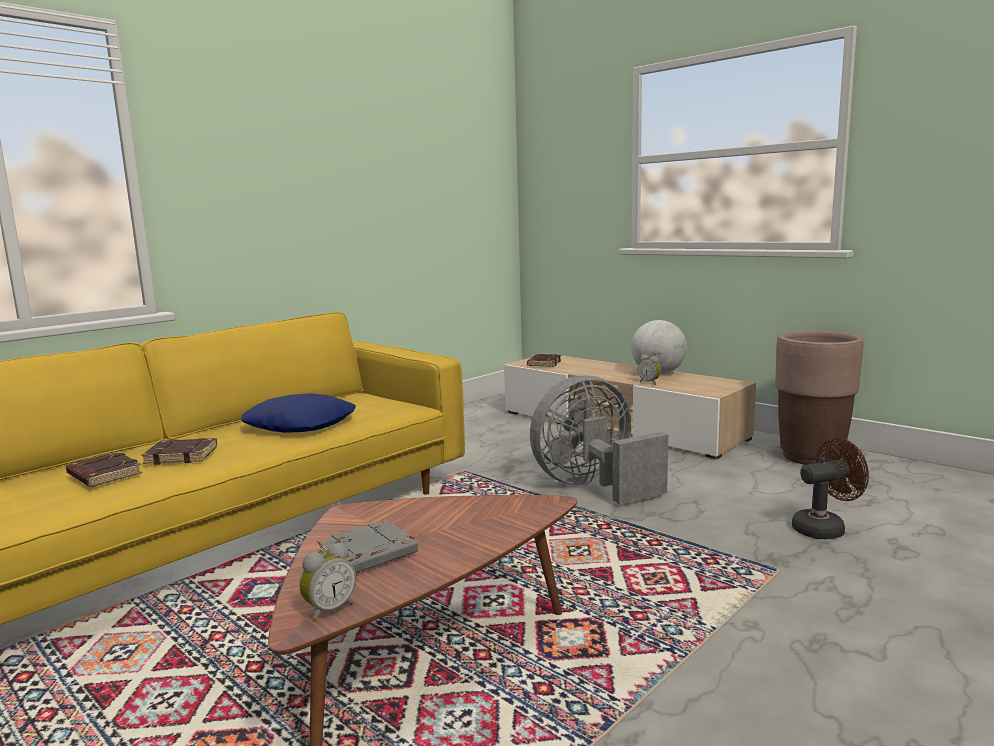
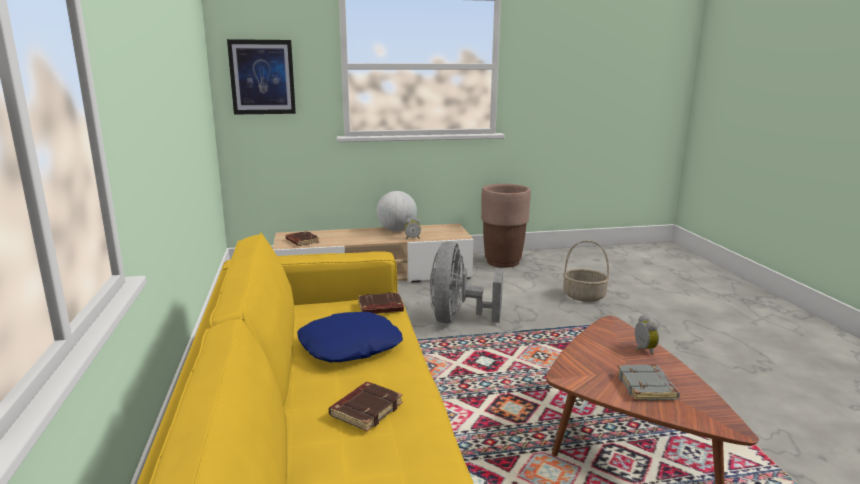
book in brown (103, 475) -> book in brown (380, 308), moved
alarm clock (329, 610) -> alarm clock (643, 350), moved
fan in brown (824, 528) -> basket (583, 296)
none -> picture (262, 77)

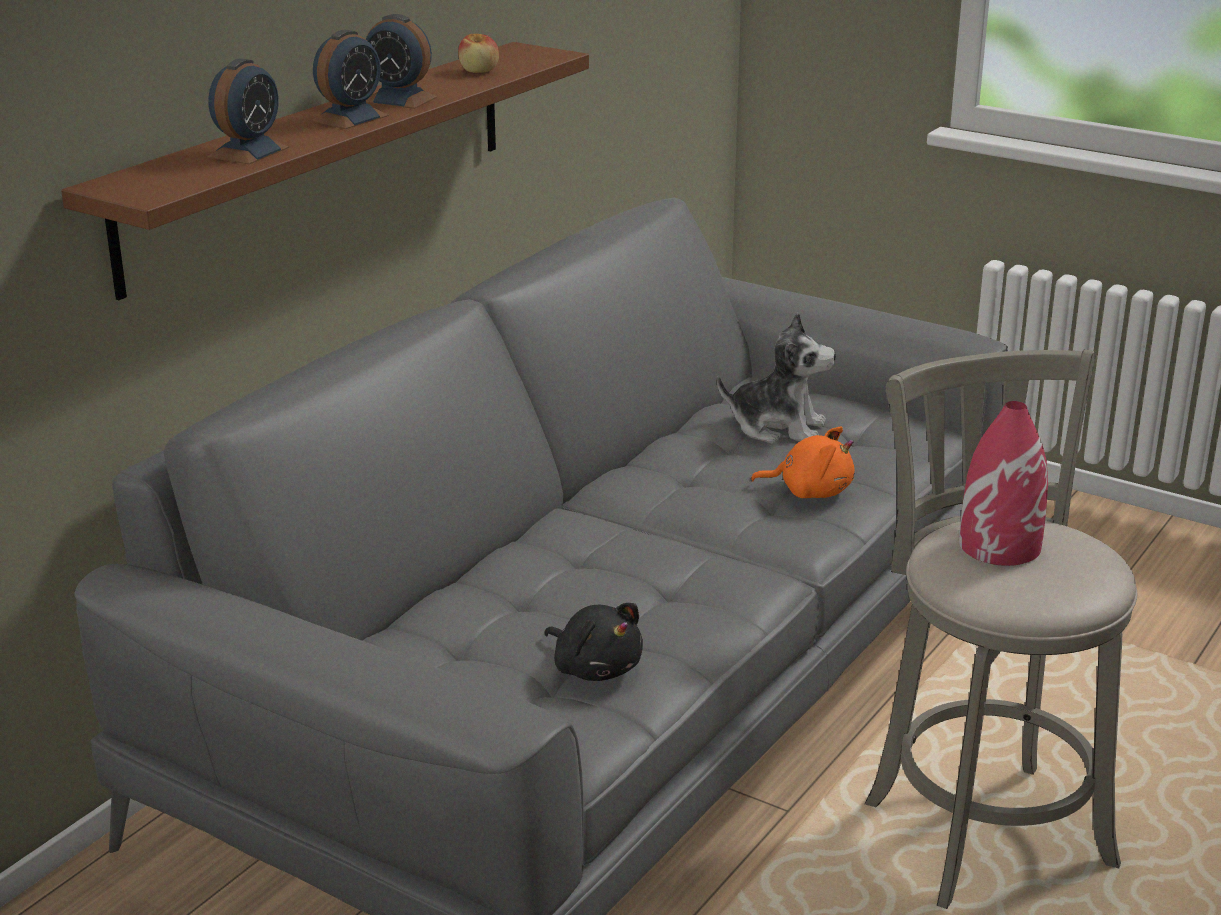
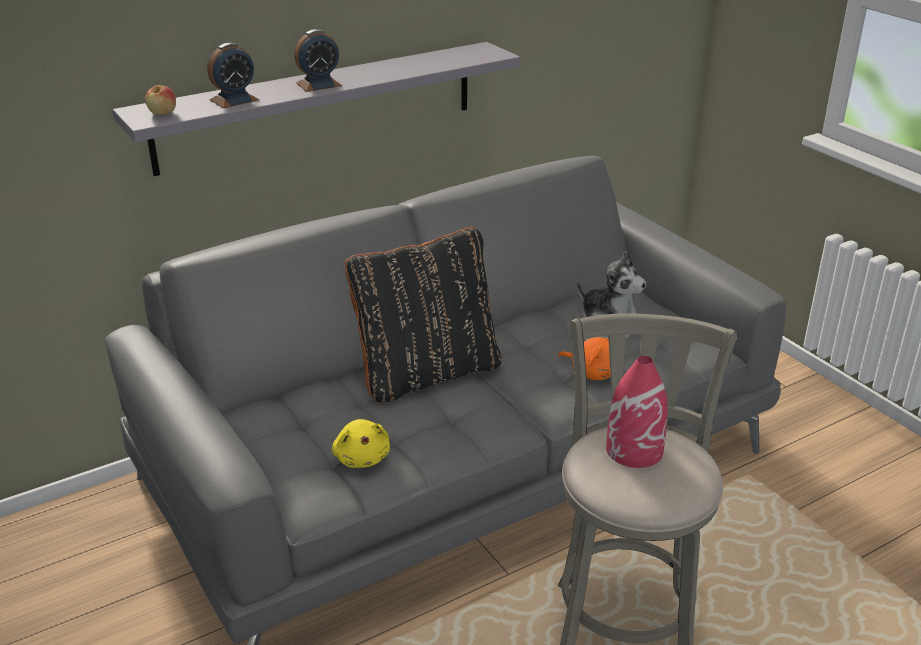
shelf in brown (322, 160) -> shelf in grey (318, 106)
alarm clock (400, 100) -> none
apple (479, 71) -> apple (162, 113), moved
plush toy in black (595, 668) -> plush toy in yellow (362, 457)
none -> pillow in black (427, 372)

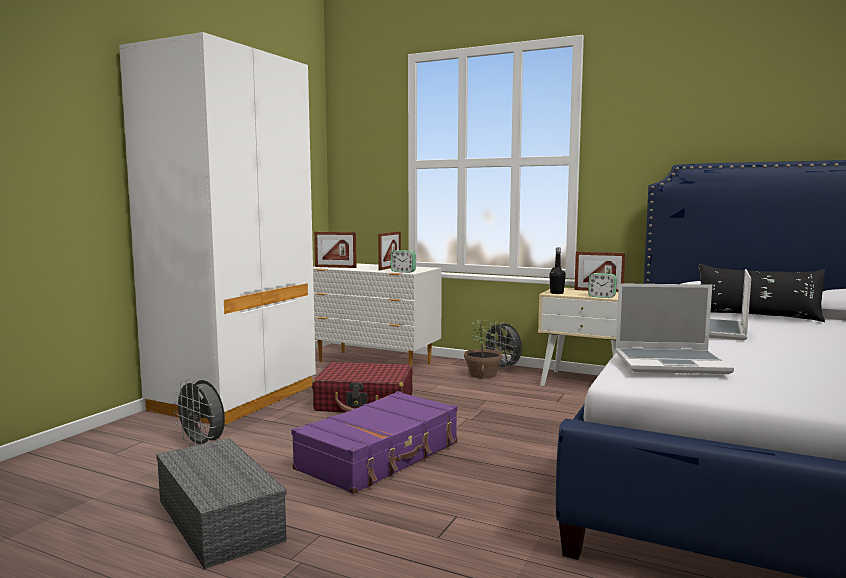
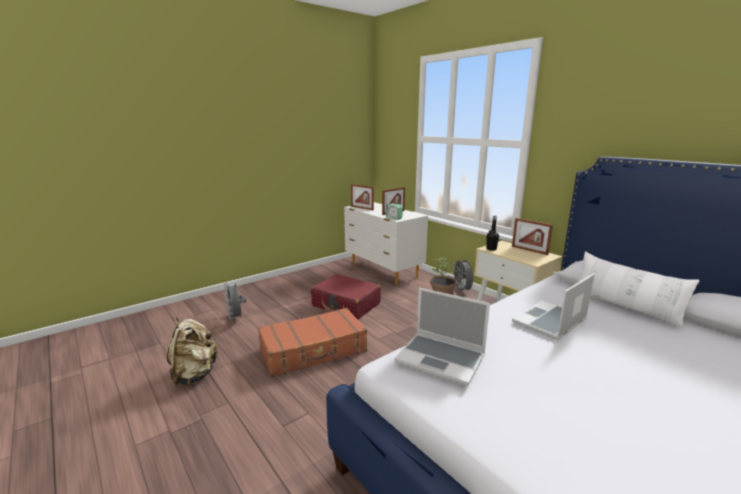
wardrobe in white (235, 398) -> none
storage box in grey (216, 519) -> backpack in beige (194, 374)
suitcase in purple (380, 456) -> suitcase in brown (314, 351)
alarm clock (601, 296) -> none
pillow in black (756, 316) -> pillow in white (624, 307)

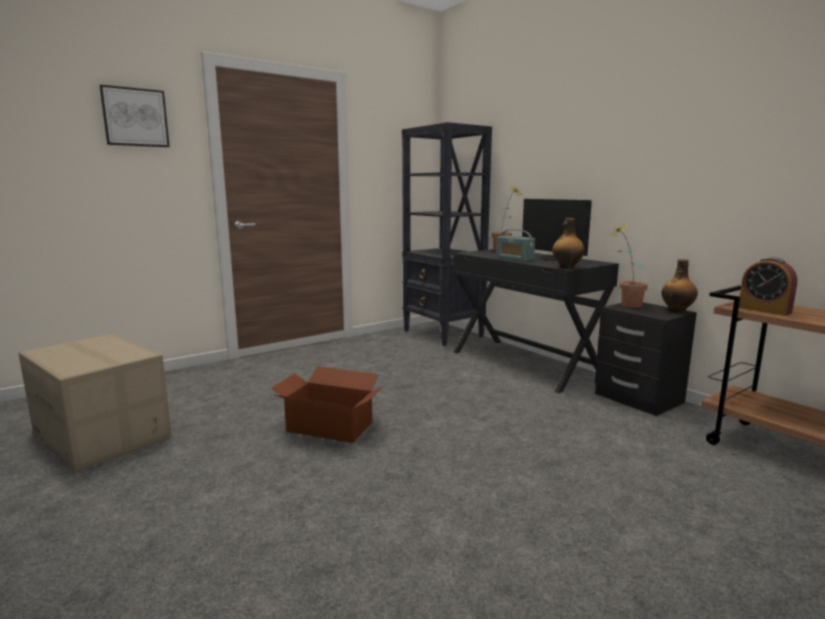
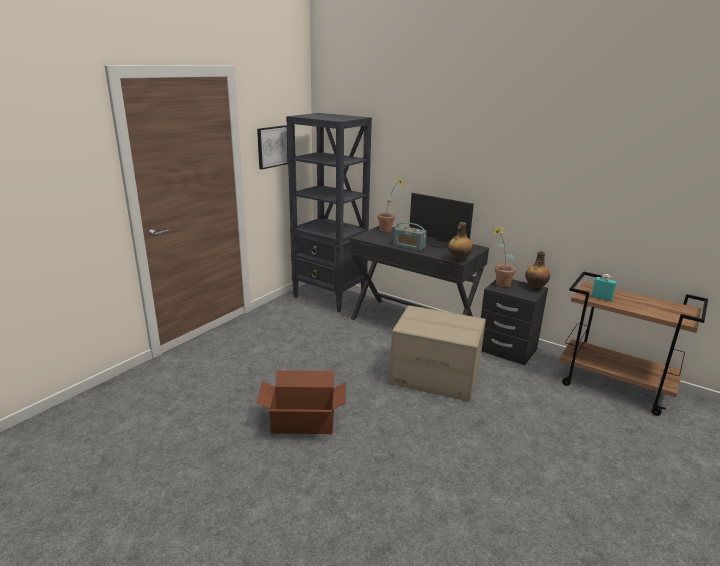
cardboard box (103, 434) -> cardboard box (435, 376), moved
picture (135, 117) -> picture (272, 146), moved
alarm clock (764, 310) -> bottle in turquoise (601, 298)

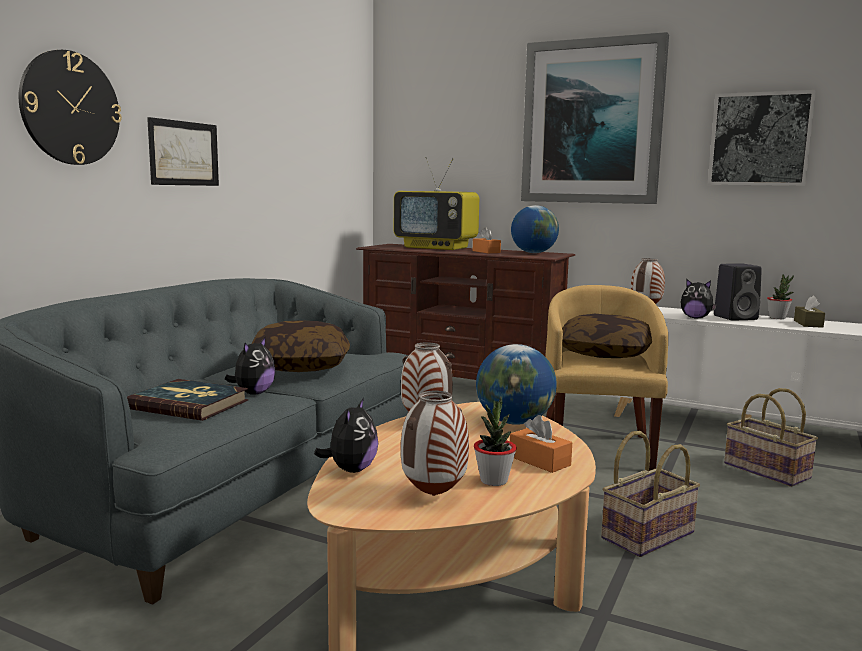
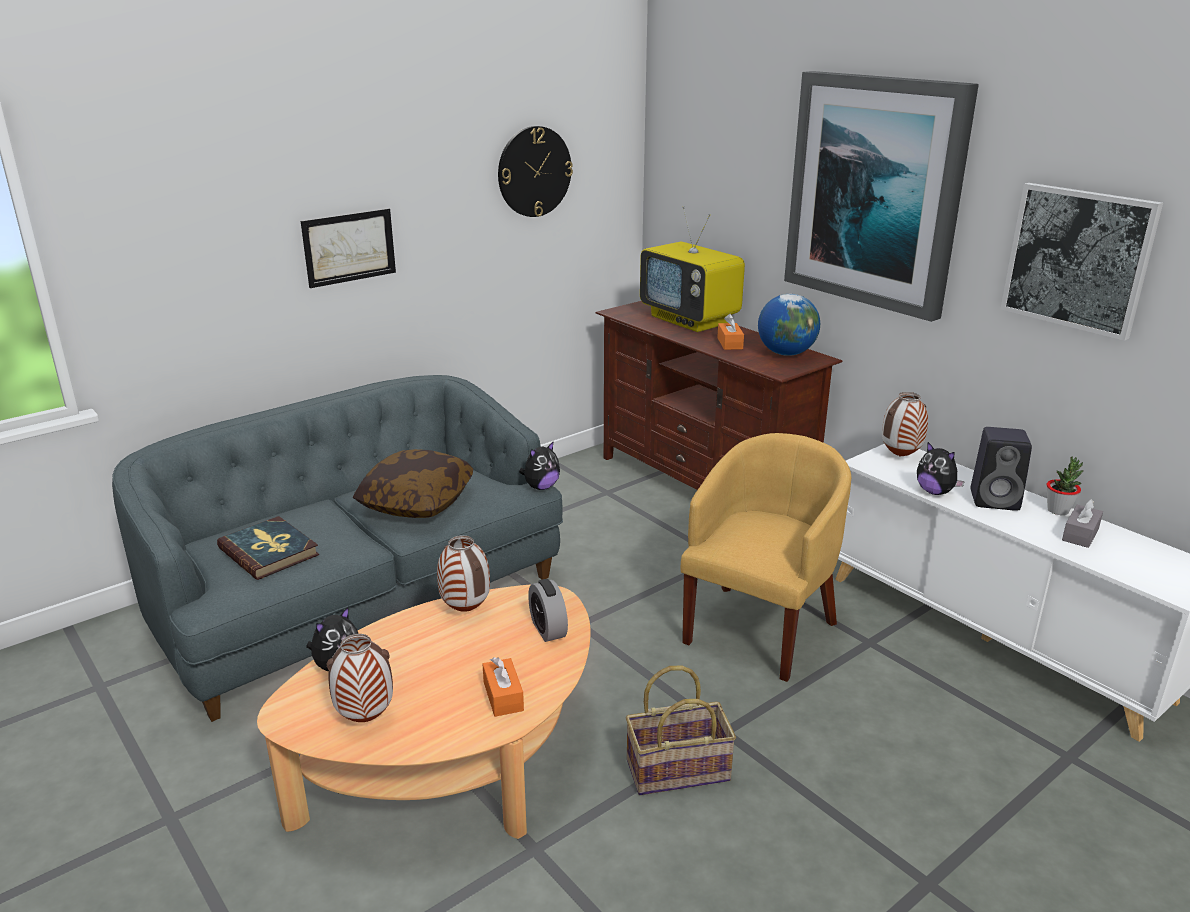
wall clock (70, 108) -> wall clock (534, 171), moved
plush toy (253, 393) -> plush toy (541, 487), moved
potted plant (493, 480) -> none
globe (514, 422) -> alarm clock (548, 629)
pillow (605, 353) -> none
basket (765, 471) -> none
tissue box in brown (808, 324) -> tissue box in grey (1080, 534)

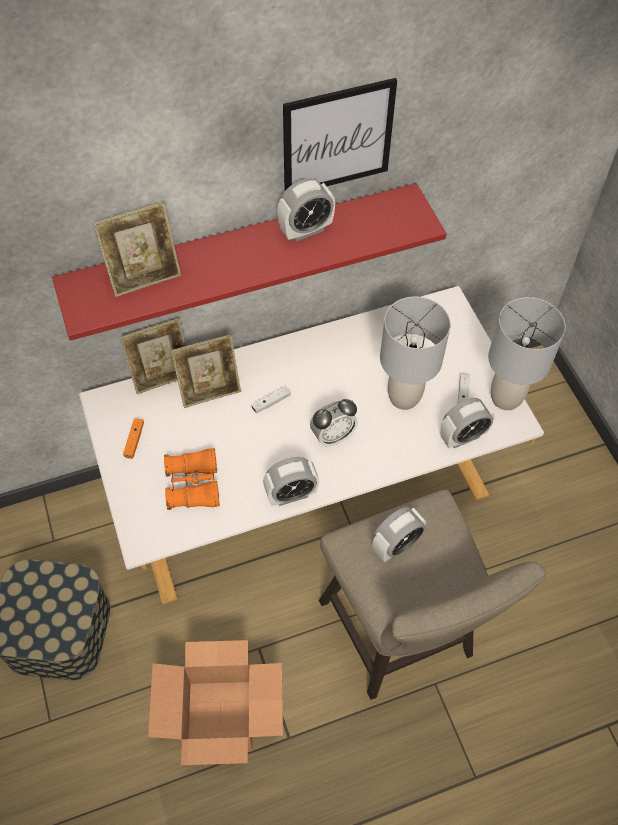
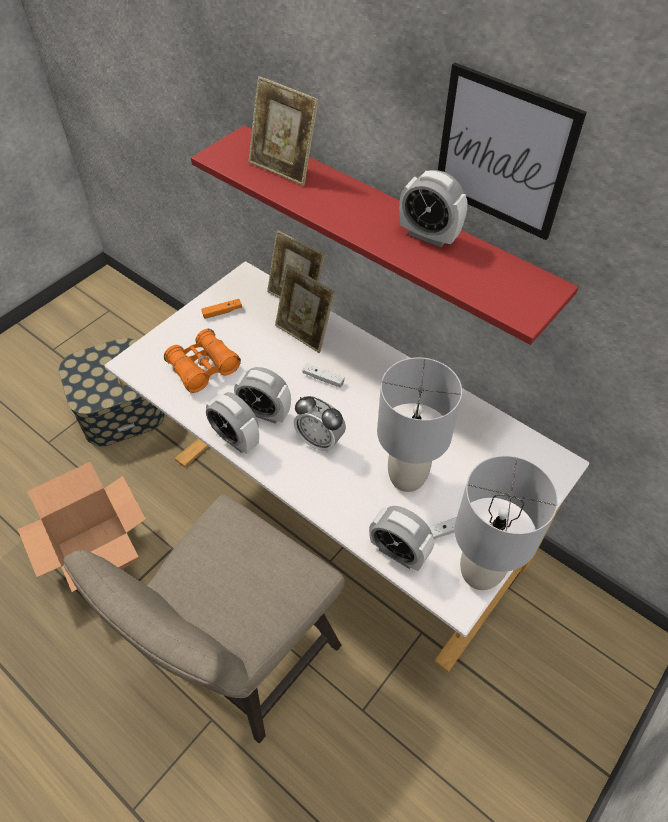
alarm clock (396, 545) -> alarm clock (265, 413), moved

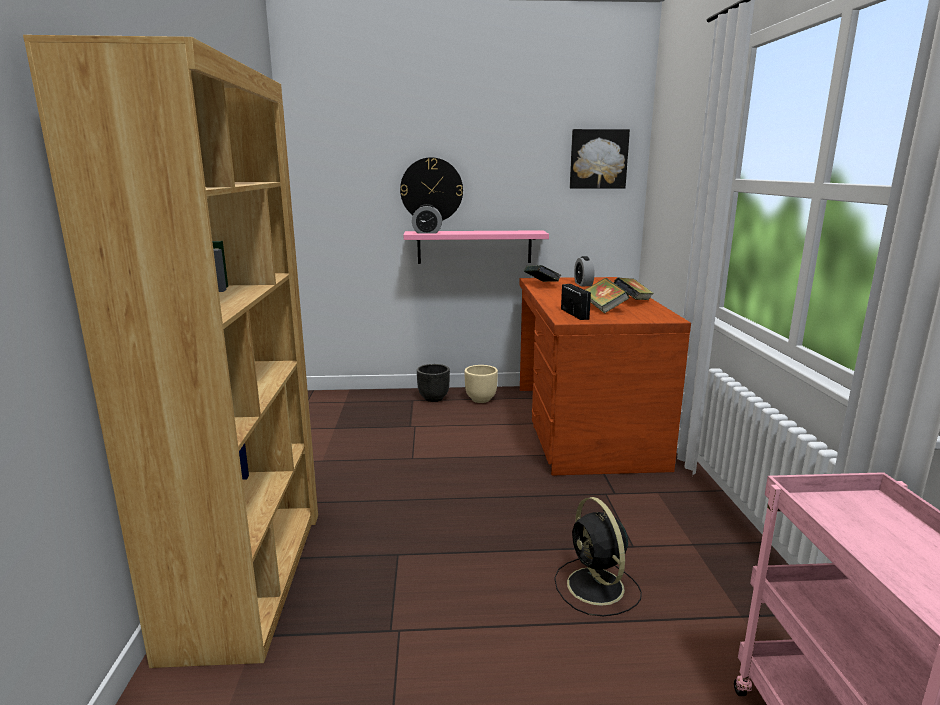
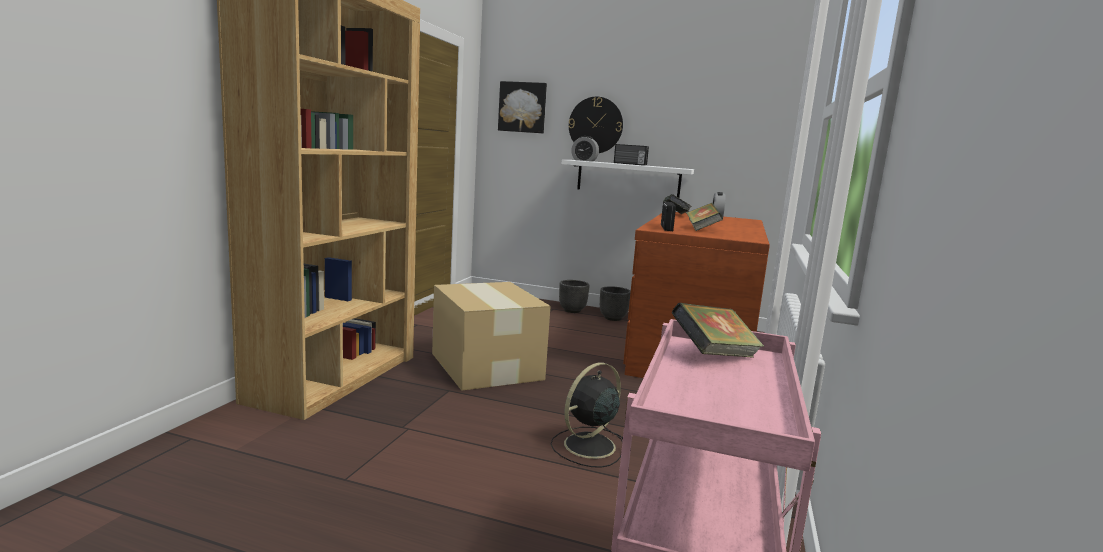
shelf in pink (474, 247) -> shelf in white (628, 179)
planter in beige (481, 399) -> planter in black (613, 318)
fan in black (596, 588) -> fan in black (588, 446), 45 degrees clockwise
picture (598, 159) -> picture (522, 107), moved
book (633, 301) -> book (714, 355), moved
none -> cardboard box (486, 365)
none -> radio (629, 164)

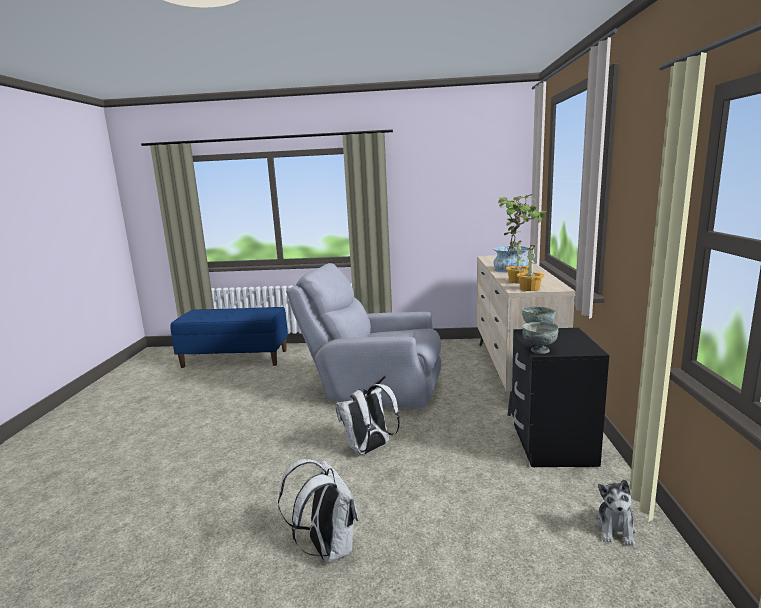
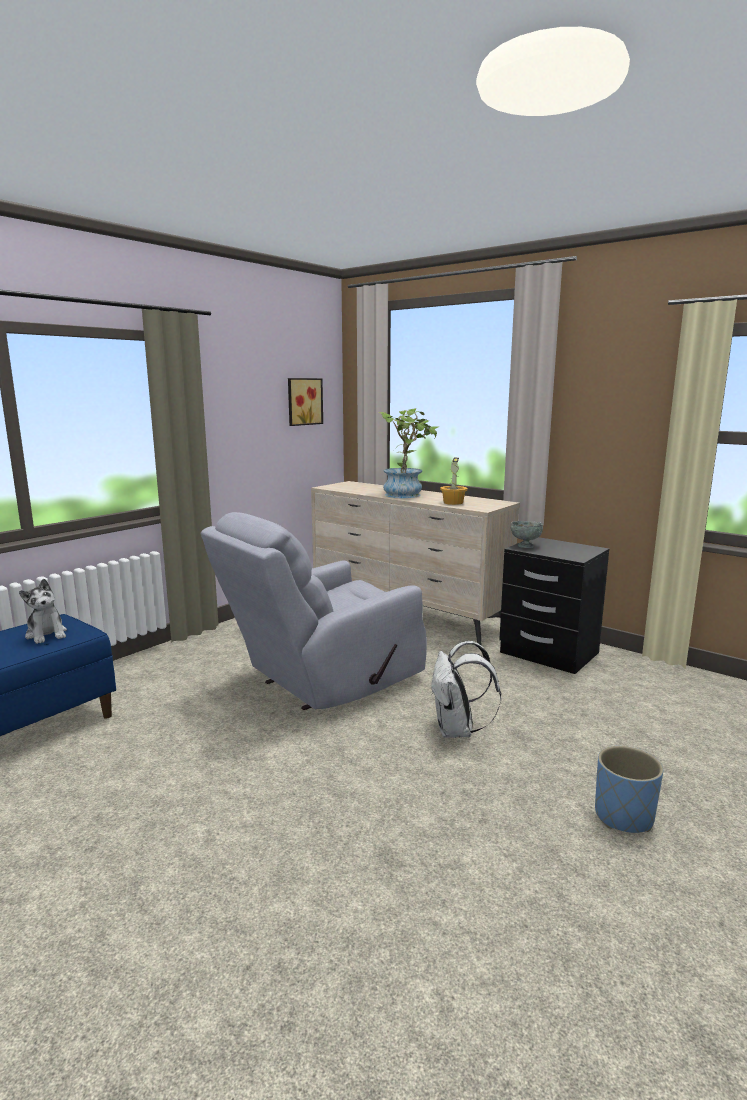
backpack in white (327, 548) -> planter in blue (623, 817)
potted plant (530, 288) -> none
bowl in grey (539, 350) -> none
plush toy (615, 529) -> plush toy (47, 634), moved
none -> picture (303, 401)

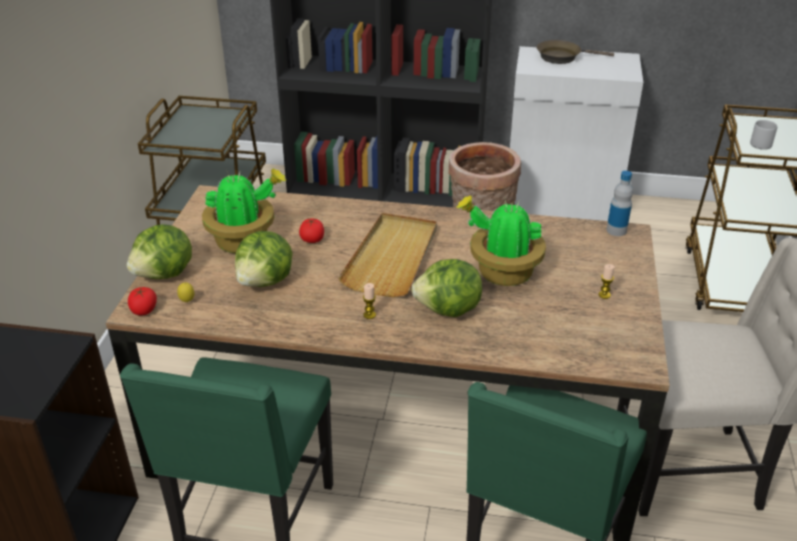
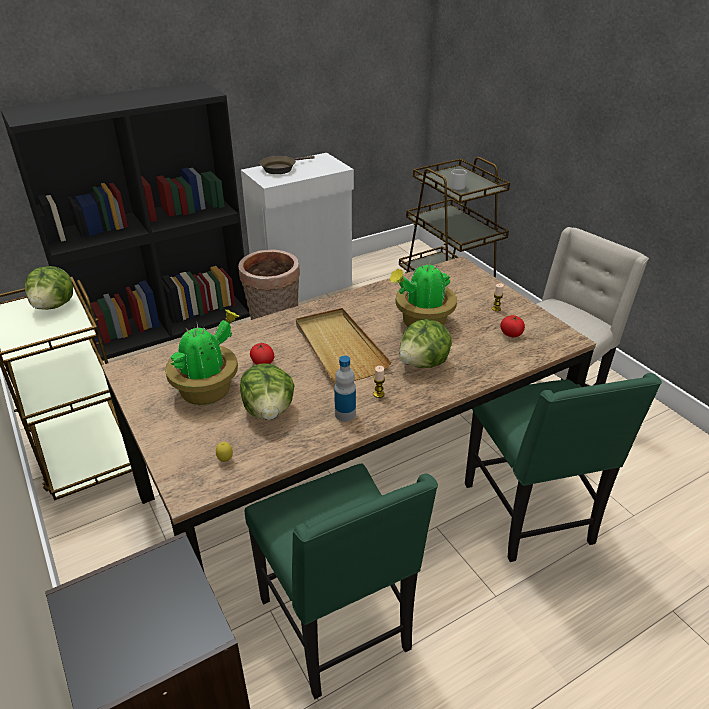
lettuce (165, 274) -> lettuce (54, 306), moved
tomato (144, 310) -> tomato (511, 334), moved
bottle (616, 230) -> bottle (345, 414), moved

